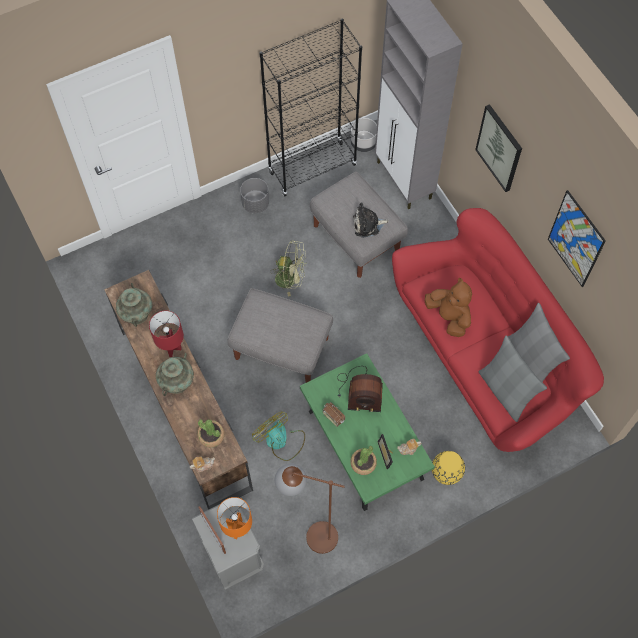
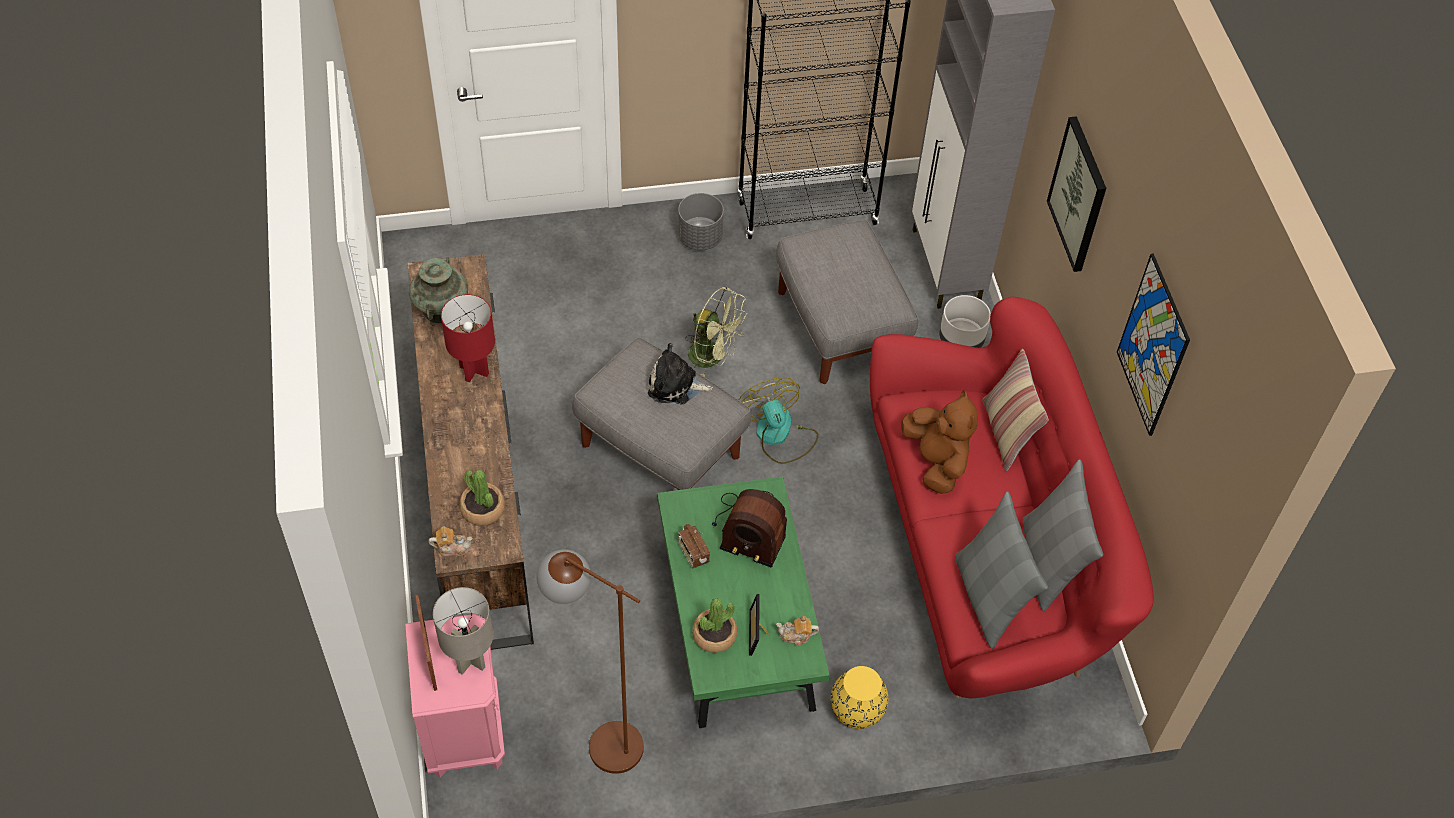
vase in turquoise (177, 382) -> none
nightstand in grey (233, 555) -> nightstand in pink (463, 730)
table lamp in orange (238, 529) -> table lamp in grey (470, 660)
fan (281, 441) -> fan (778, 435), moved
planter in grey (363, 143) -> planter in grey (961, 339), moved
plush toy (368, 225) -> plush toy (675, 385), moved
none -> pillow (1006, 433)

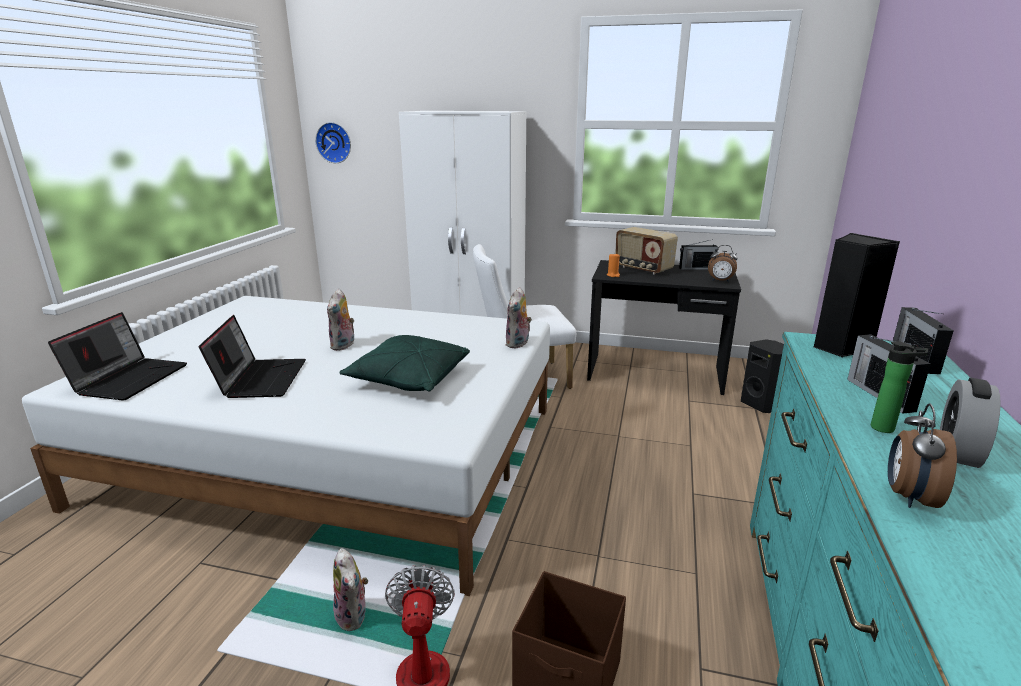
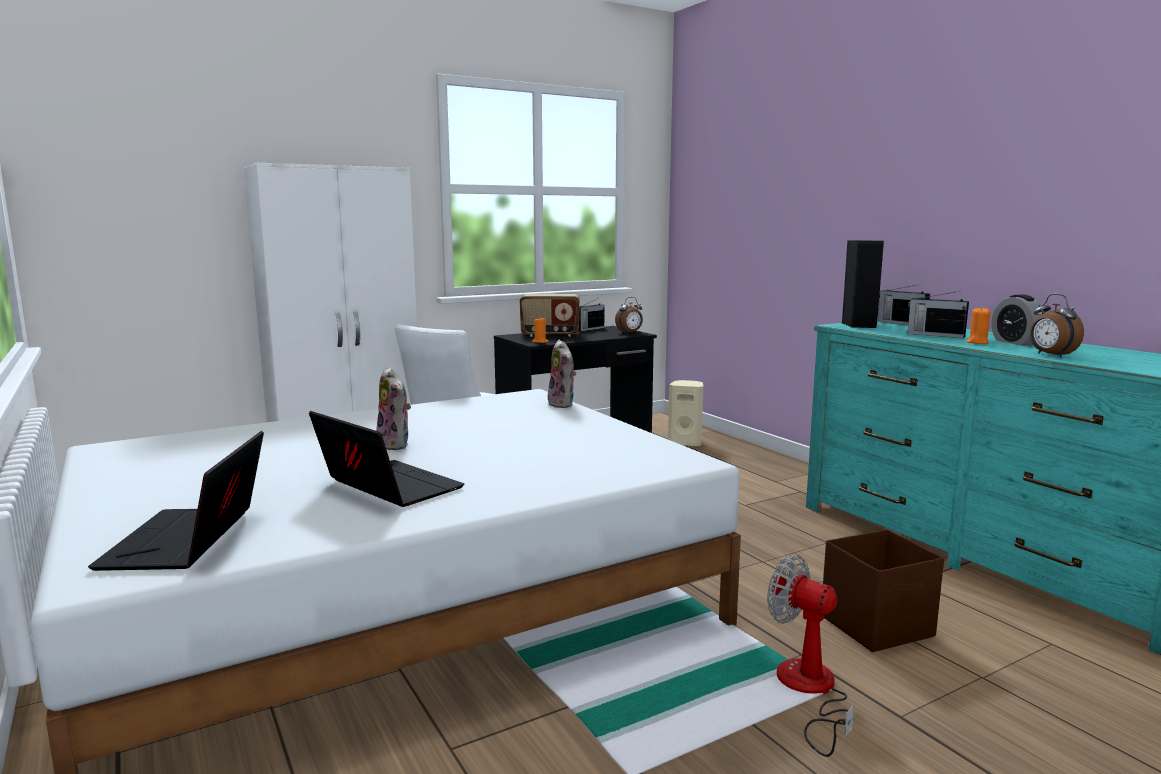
laptop (129, 378) -> laptop (189, 541), 150 degrees counterclockwise
wall clock (334, 142) -> none
plush toy (354, 617) -> none
pillow in green (408, 379) -> none
speaker in black (761, 405) -> speaker in beige (685, 443)
bottle (886, 429) -> candle in orange (977, 342)

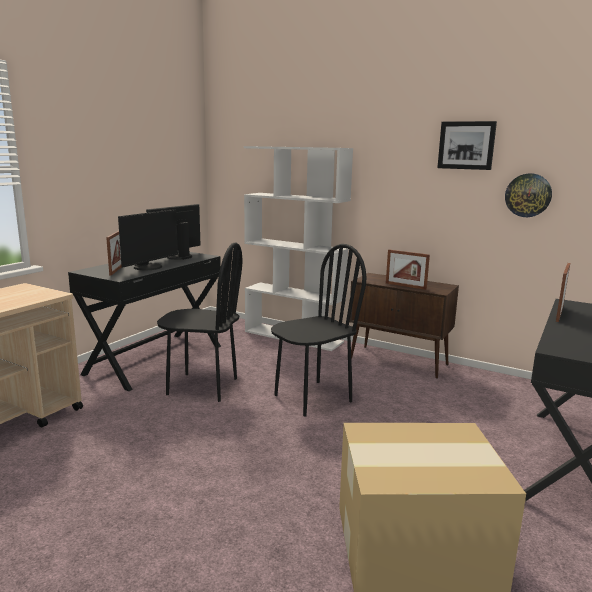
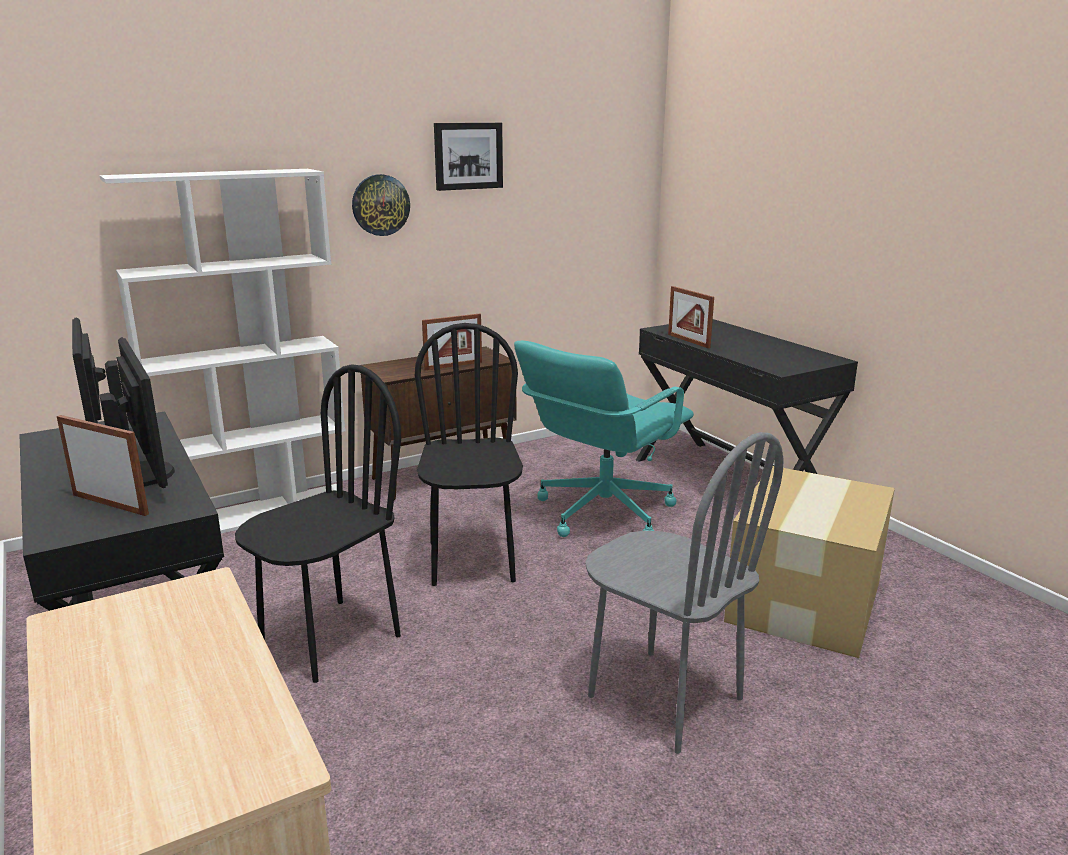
wall clock (528, 195) -> wall clock (380, 205), moved
none -> office chair in turquoise (602, 512)
none -> chair in grey (664, 698)

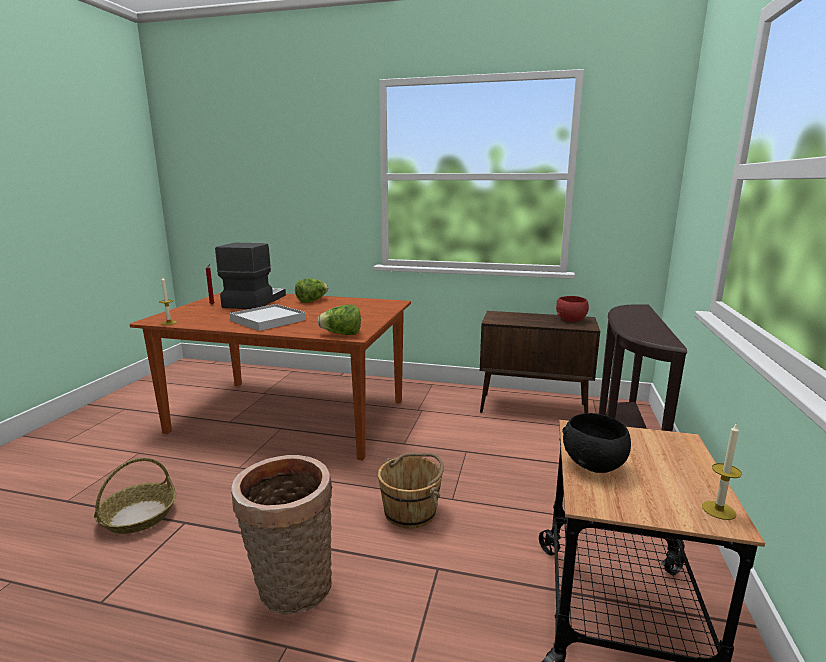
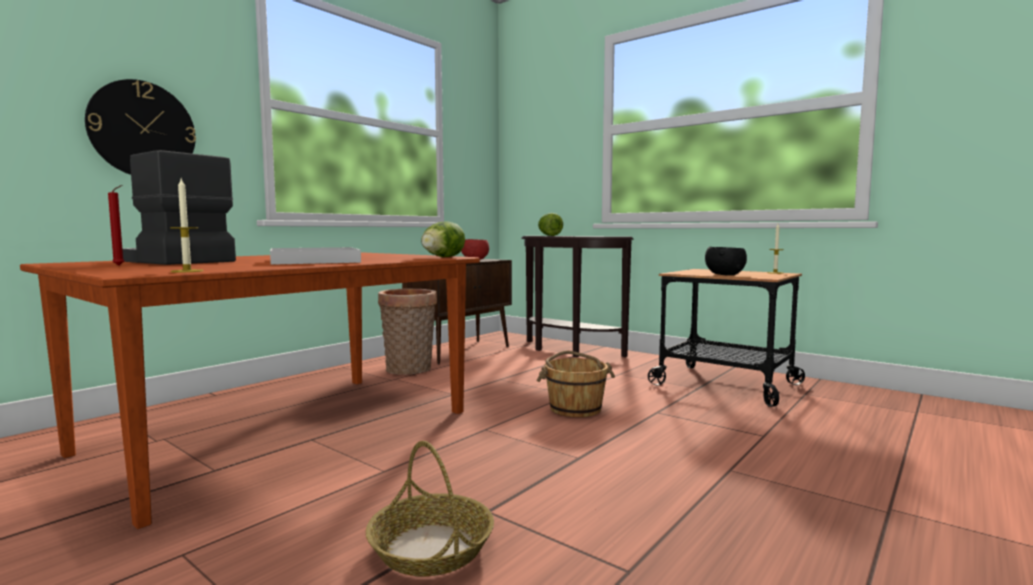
basket (291, 590) -> basket (409, 370), moved
lettuce (312, 301) -> lettuce (548, 235), moved
none -> wall clock (142, 129)

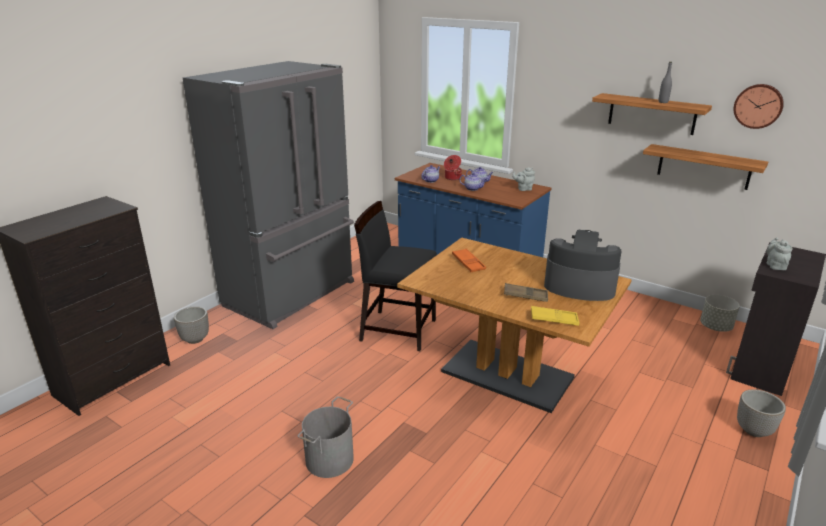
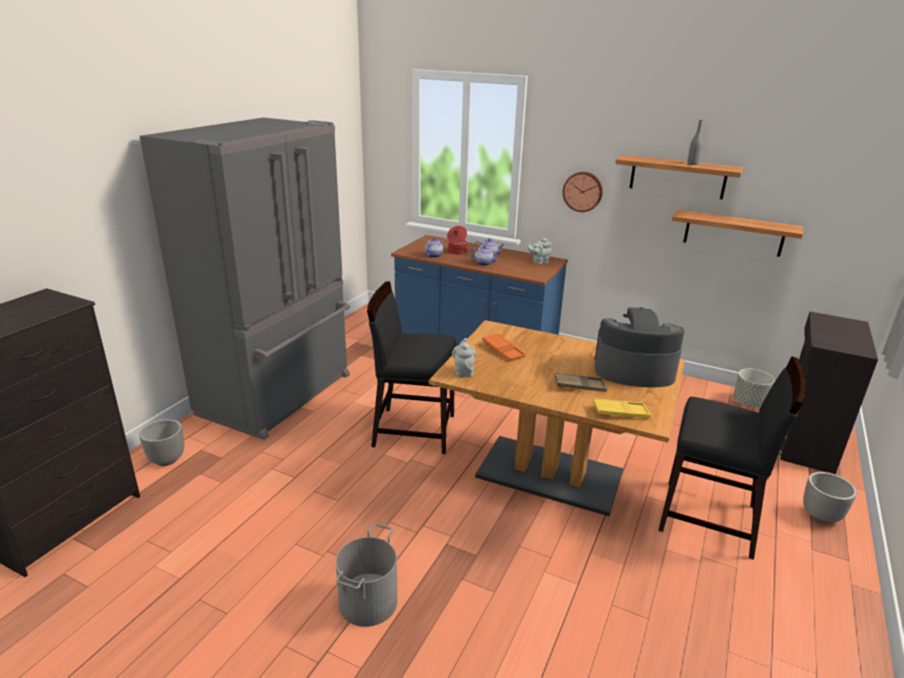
wall clock (758, 106) -> wall clock (583, 191), moved
teapot in grey (775, 265) -> teapot in grey (463, 371), moved
none -> chair in black (709, 519)

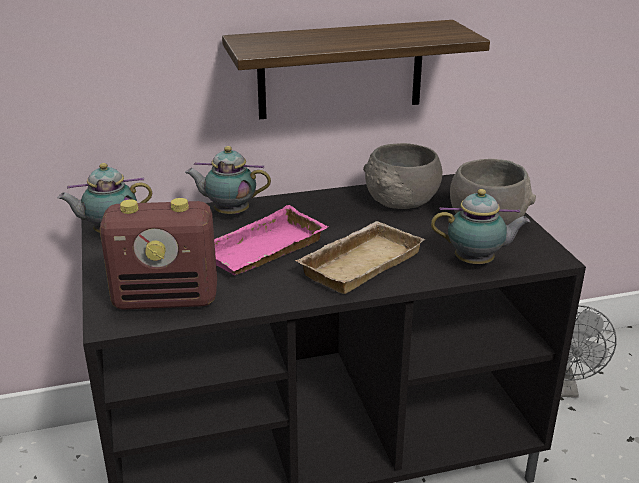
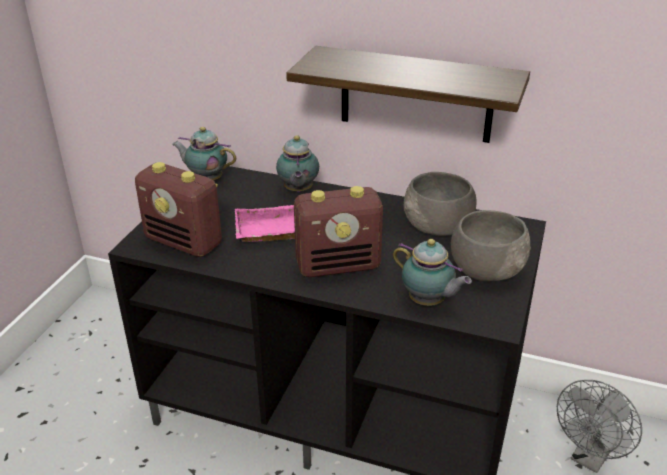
teapot (229, 213) -> teapot (298, 191), 135 degrees counterclockwise
tray in beige (359, 262) -> radio (339, 265)

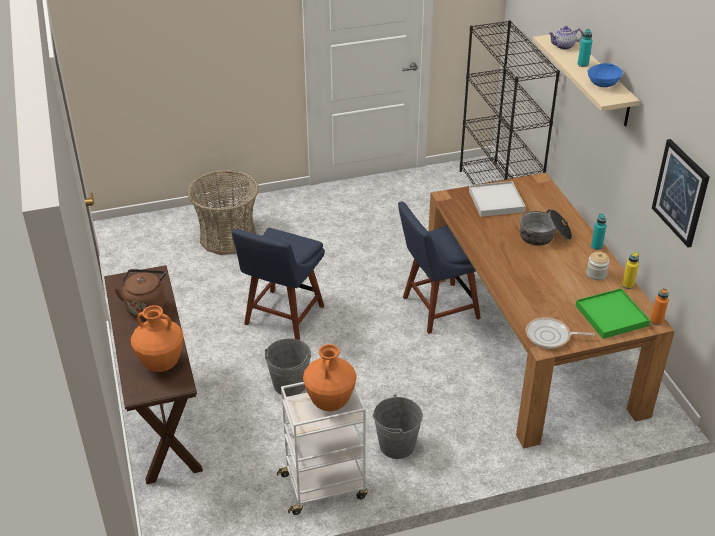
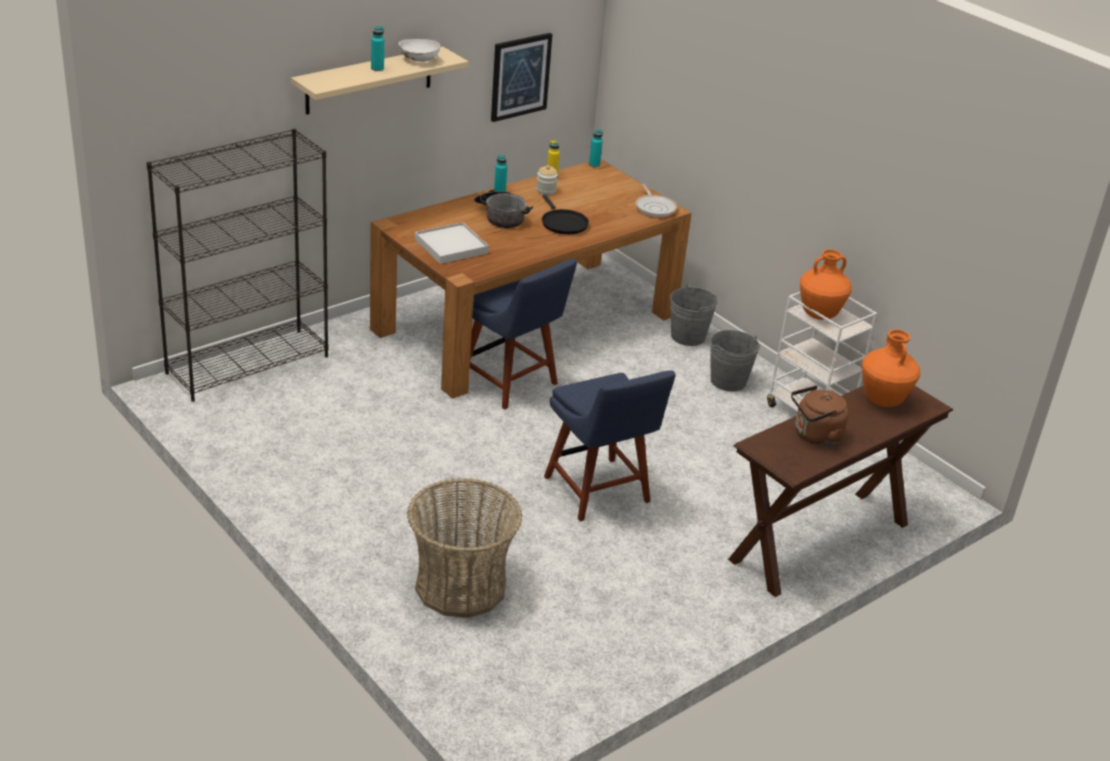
chair in blue (282, 317) -> chair in blue (599, 492), 60 degrees clockwise
bucket in grey (289, 384) -> bucket in grey (688, 336), moved
teapot (563, 46) -> none
tray in green (611, 316) -> none
bowl in blue (602, 84) -> bowl in white (418, 60)
bottle in orange (656, 321) -> bottle in turquoise (594, 165)
none -> frying pan in black (563, 223)

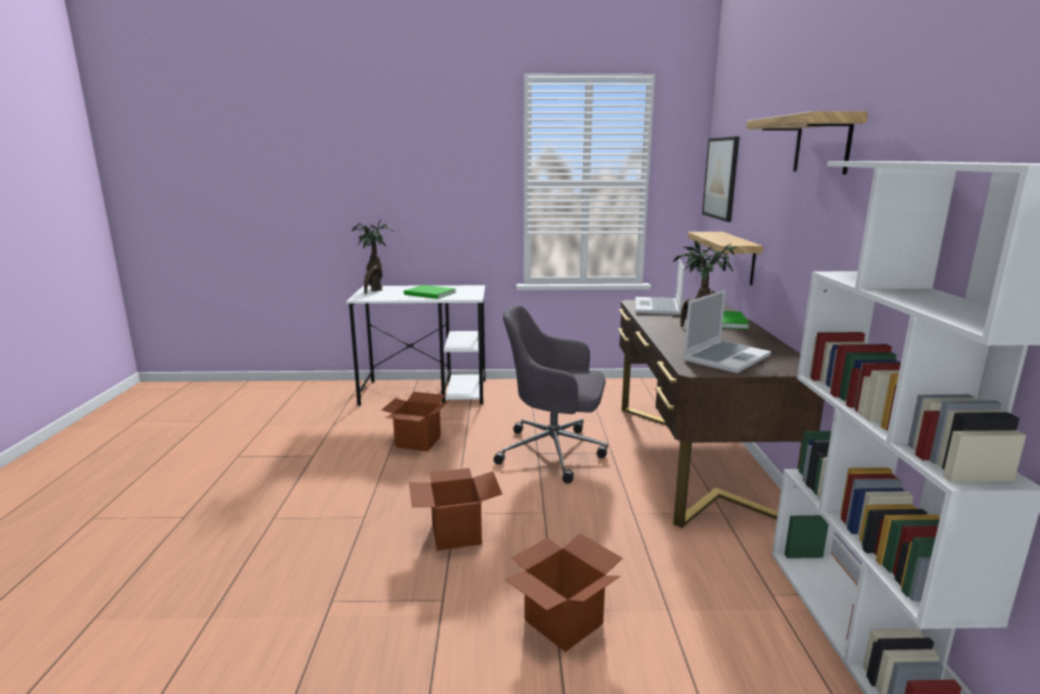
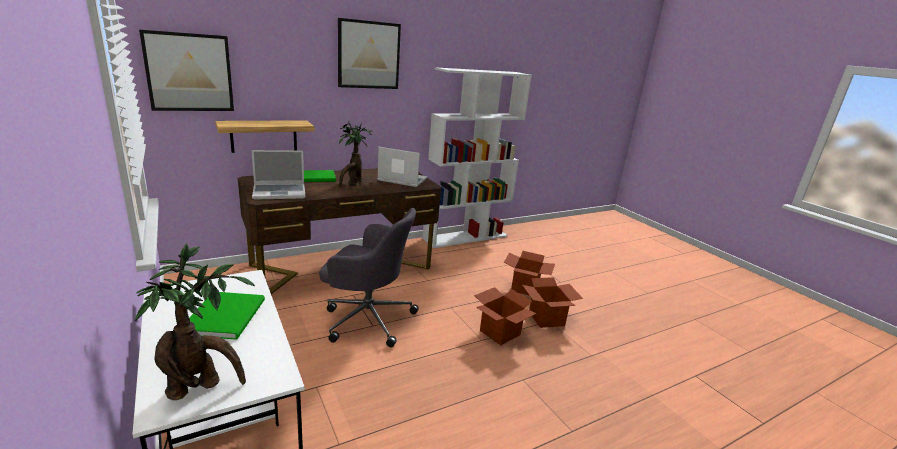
cardboard box (418, 441) -> cardboard box (546, 318), moved
office chair in grey (554, 452) -> office chair in grey (367, 318), 60 degrees counterclockwise
shelf (822, 145) -> picture (369, 55)

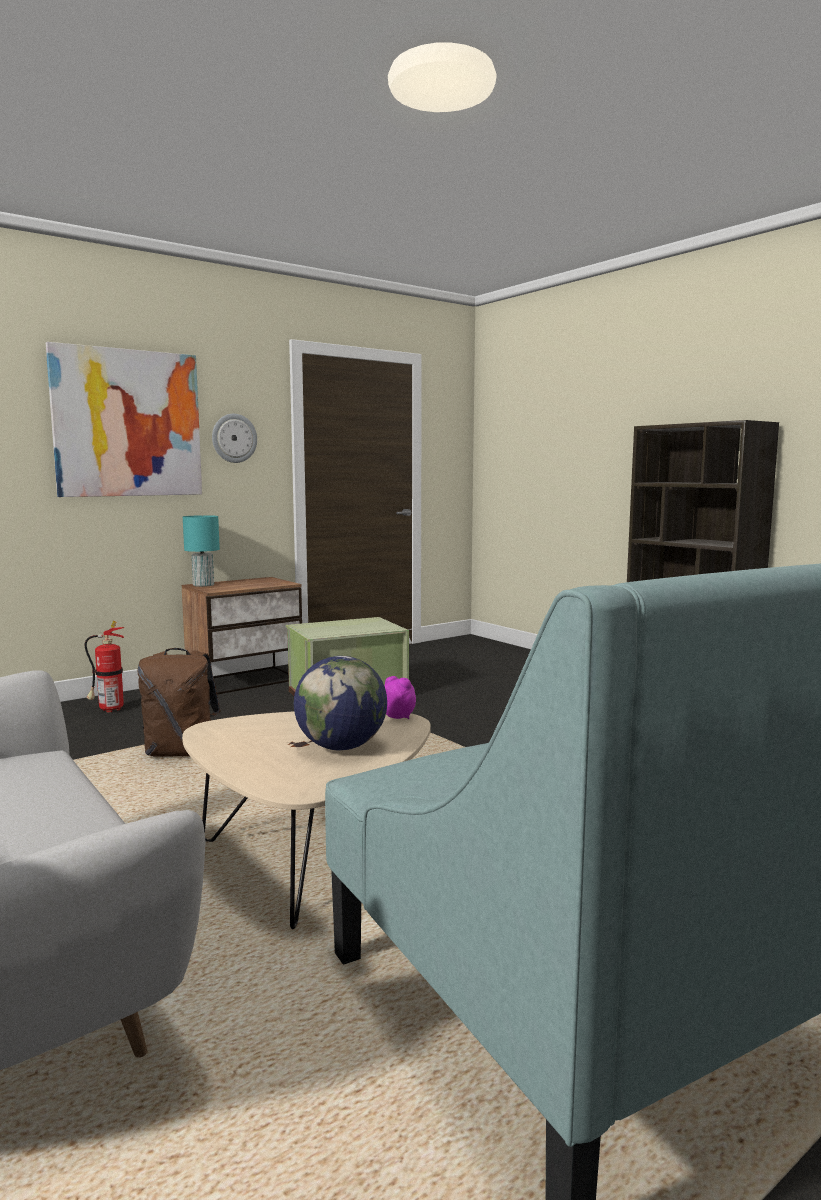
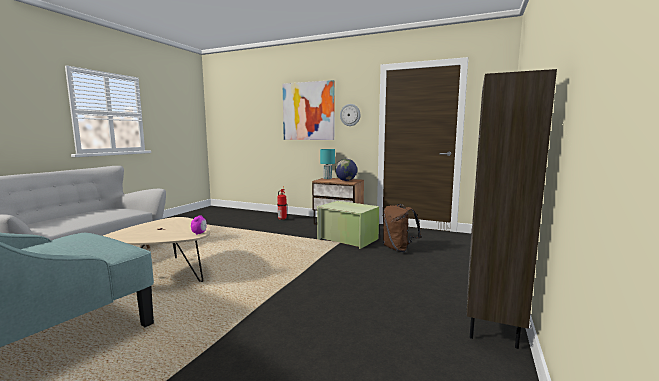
backpack in brown (181, 753) -> backpack in brown (398, 249), moved
globe (341, 747) -> globe (346, 180), moved

